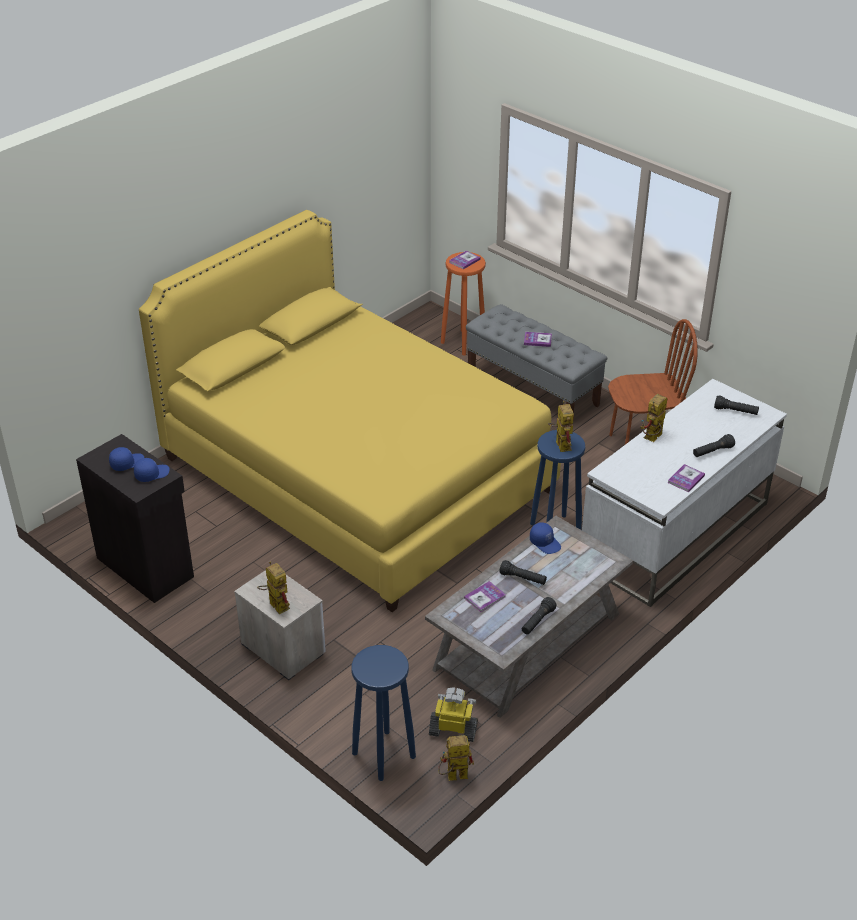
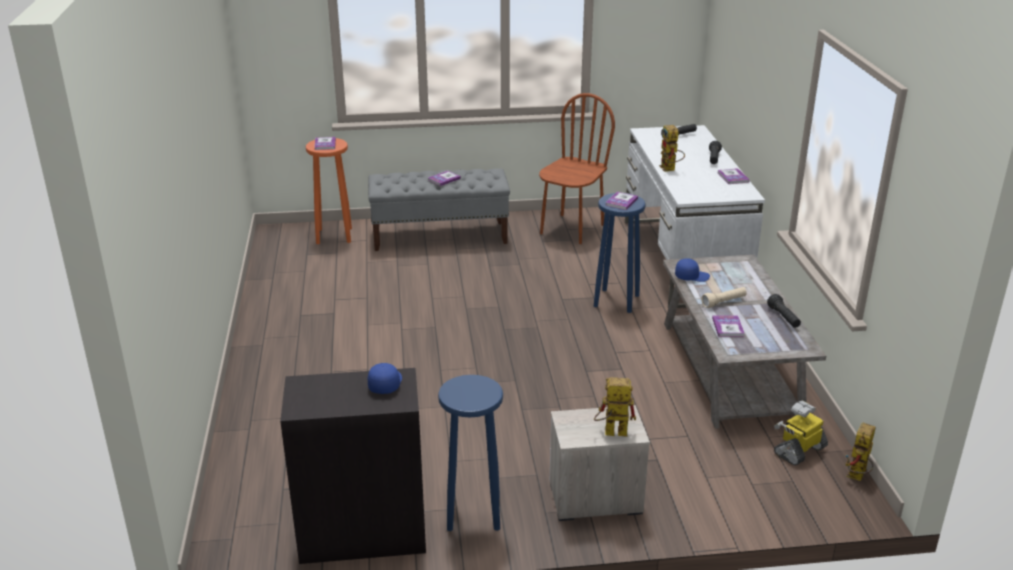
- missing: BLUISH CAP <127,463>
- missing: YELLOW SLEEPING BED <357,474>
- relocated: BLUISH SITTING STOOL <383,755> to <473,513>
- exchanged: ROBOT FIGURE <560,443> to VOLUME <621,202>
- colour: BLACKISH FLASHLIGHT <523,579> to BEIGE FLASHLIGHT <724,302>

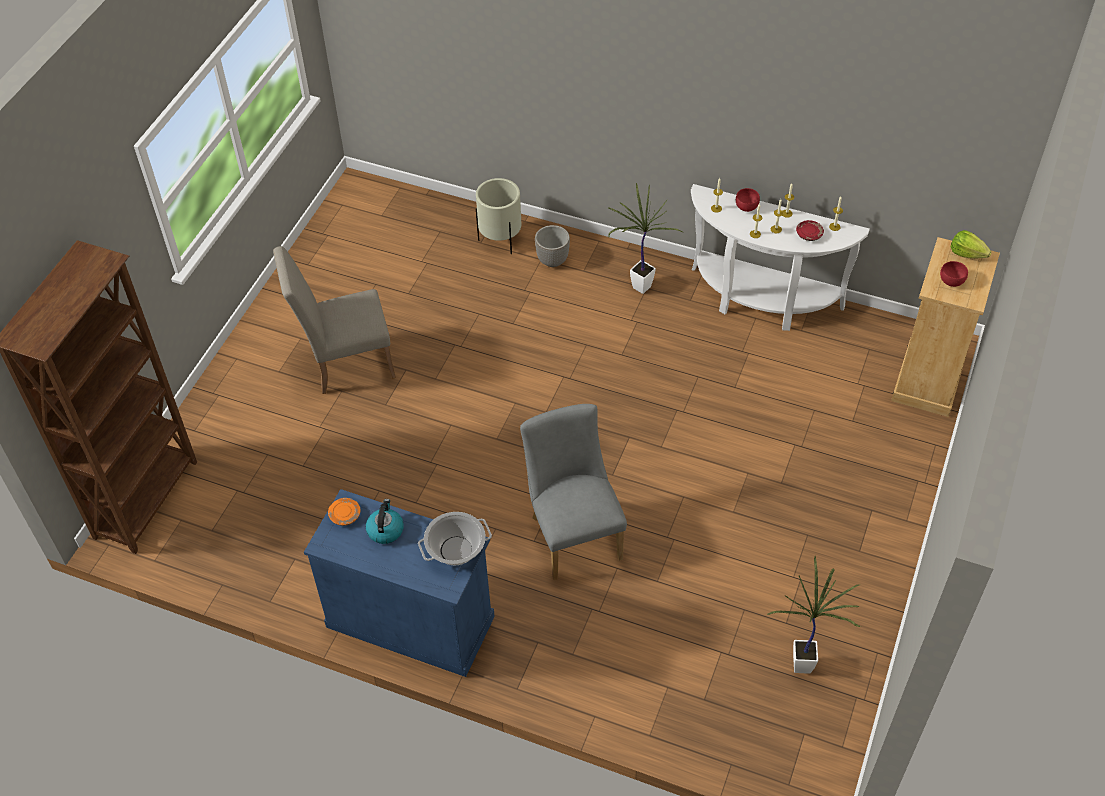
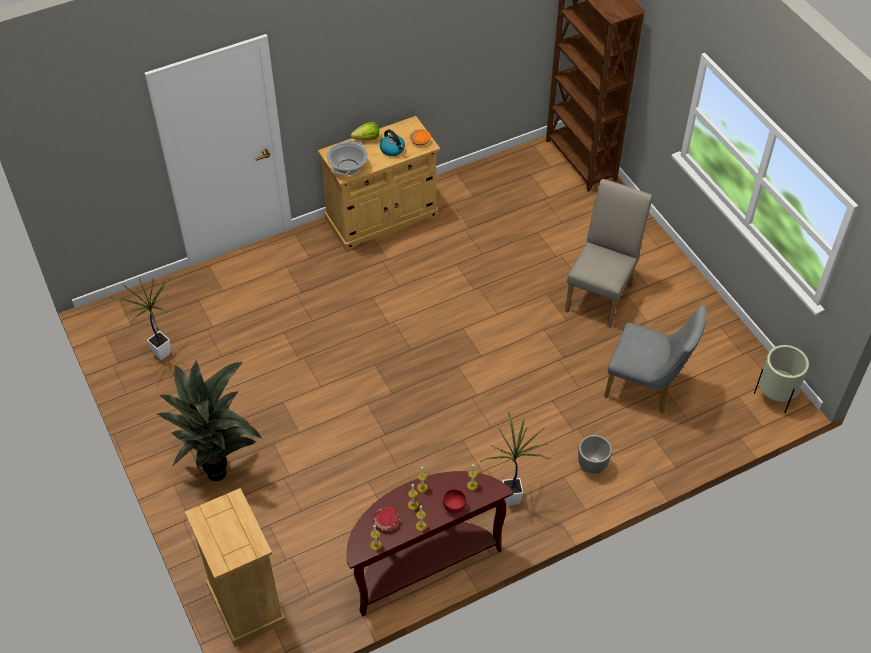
- missing: RED-COLOURED DEEP DISH <951,280>
- appeared: PLANT IN A POT <220,470>
- relocated: BEIGE PLANTER <500,240> to <775,397>
- relocated: GREYISH PLAIN CHAIR <573,532> to <647,387>
- relocated: LETTUCE <967,253> to <367,138>
- colour: BLUISH CABINET <410,621> to BEIGE CABINET <382,217>
- colour: WHITE NARROW TABLE <761,301> to BROWNISH NARROW TABLE <422,564>

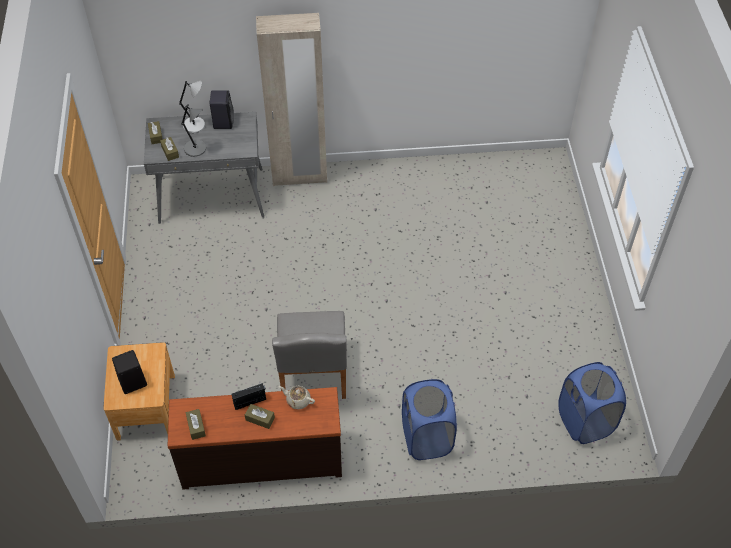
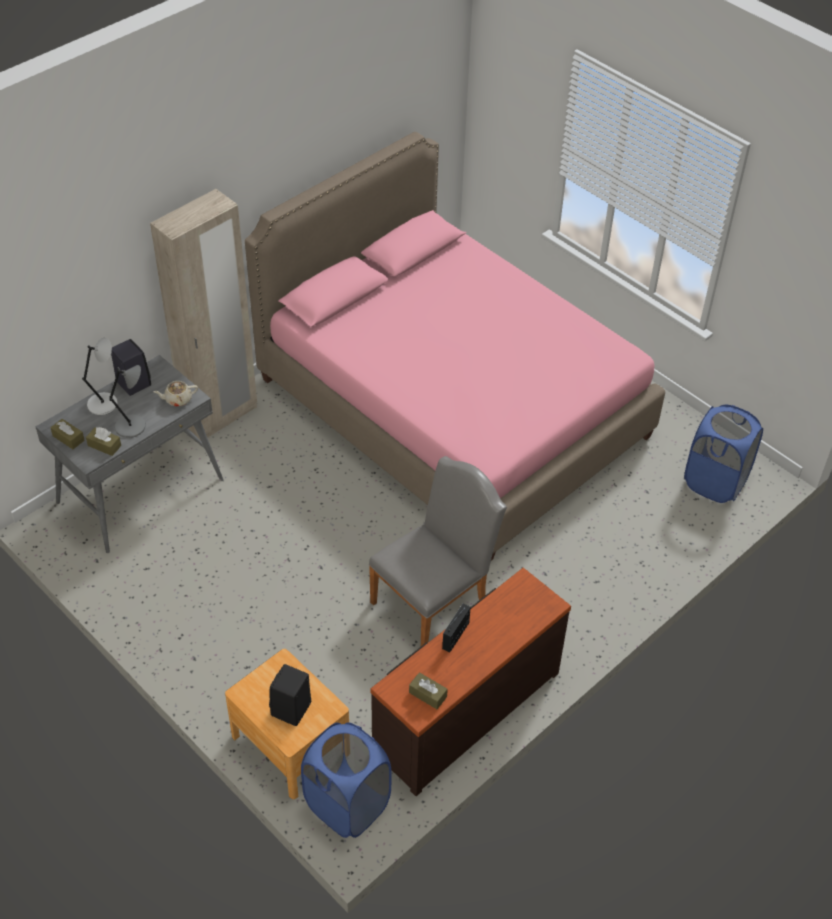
- missing: BROWNISH BOX OF TISSUES <260,419>
- appeared: PINKISH SLEEPING BED <453,408>
- relocated: BEIGE POT FOR TEA <298,400> to <177,399>
- relocated: BLUISH WASHING BASKET <426,438> to <347,805>
- spun: GREYISH PLAIN CHAIR <313,376> = <435,600> 90 degrees counterclockwise

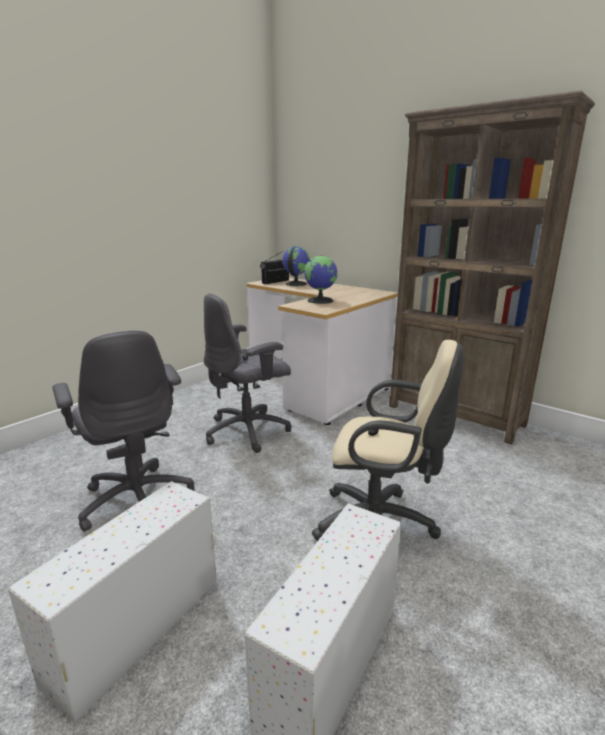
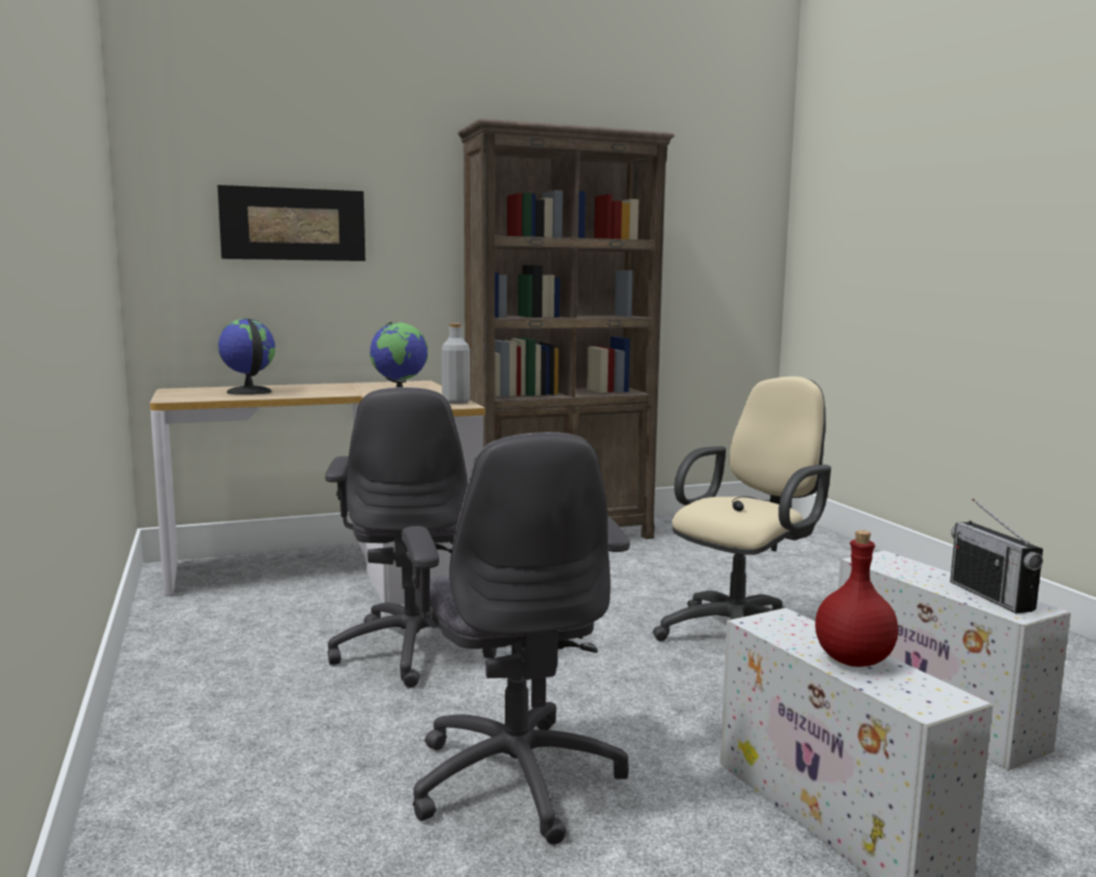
- appeared: WALL PICTURE <293,224>
- appeared: GREYISH BEVERAGE BOTTLE <456,402>
- appeared: RED-COLOURED BEVERAGE BOTTLE <852,660>
- relocated: RADIO <275,282> to <991,596>
- spun: GREYISH OFFICE CHAIR <137,499> = <516,777> 75 degrees clockwise

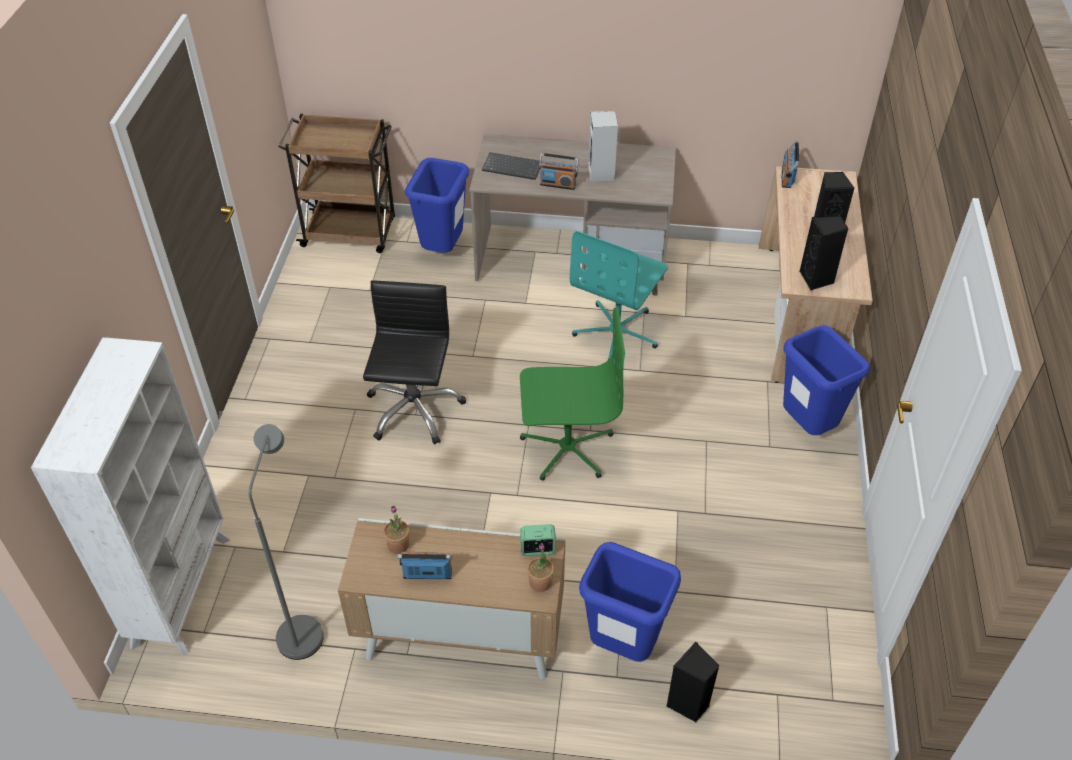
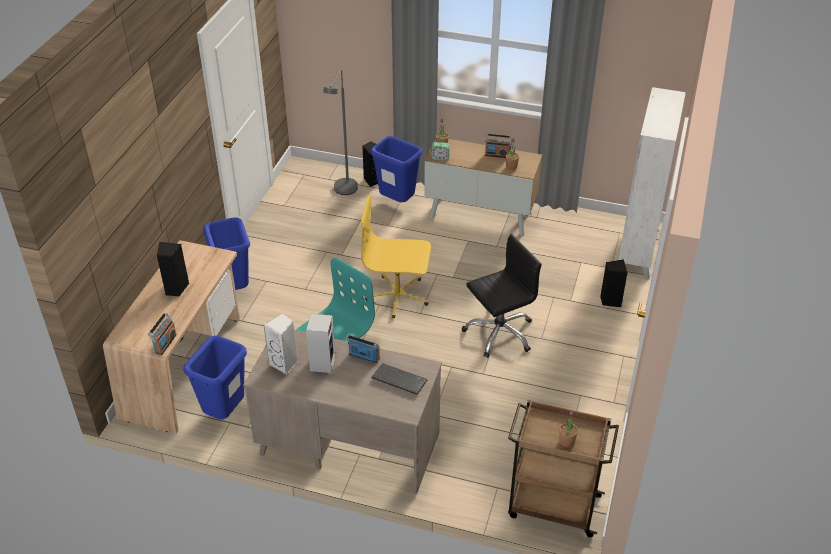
- appeared: WHITE AUDIO SPEAKER <285,363>
- appeared: PLANT IN A POT <566,441>
- relocated: GREYISH STANDING LAMP <303,627> to <343,192>
- relocated: BLUISH TRASH CAN <442,251> to <225,412>
- relocated: BLACKISH AUDIO SPEAKER <817,279> to <610,300>
- colour: GREENISH OFFICE CHAIR <567,447> to YELLOW OFFICE CHAIR <398,296>
- spun: BLACKISH OFFICE CHAIR <413,409> = <499,333> 135 degrees counterclockwise

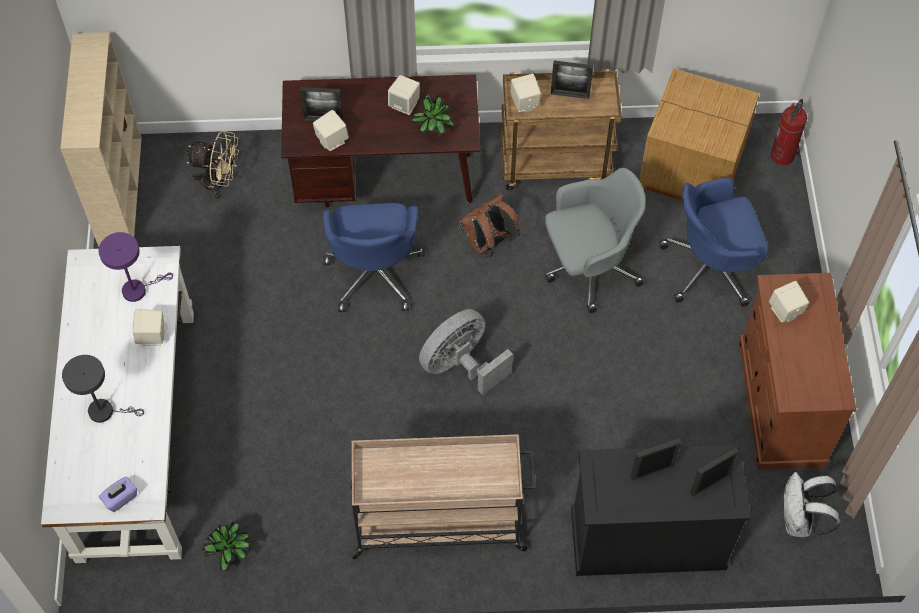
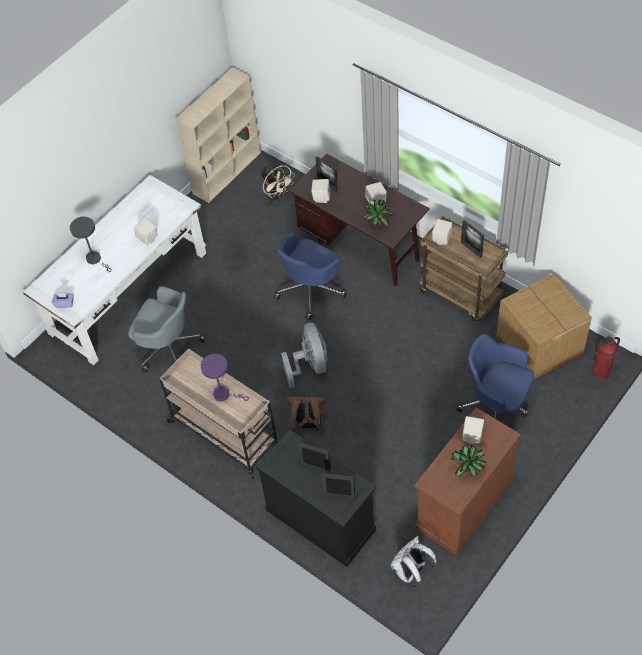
- relocated: PURPLE TABLE LAMP <138,289> to <224,395>
- relocated: PLANT IN A POT <231,555> to <468,471>
- relocated: BROWNISH RUCKSACK <488,244> to <308,424>
- relocated: GREYISH OFFICE CHAIR <588,267> to <168,347>
- spun: GREYISH COOLING FAN <461,365> = <310,365> 75 degrees clockwise

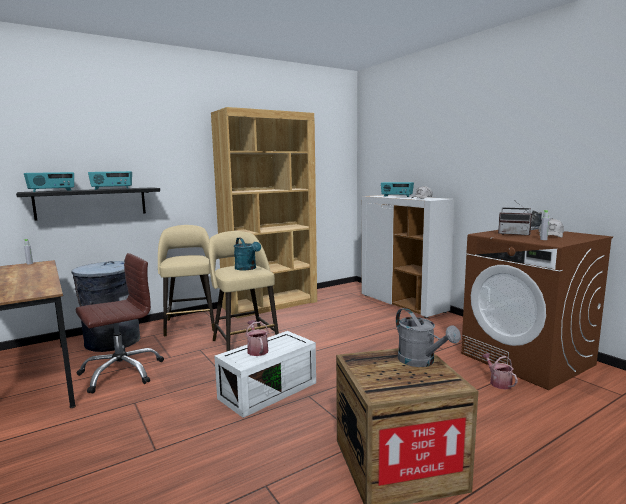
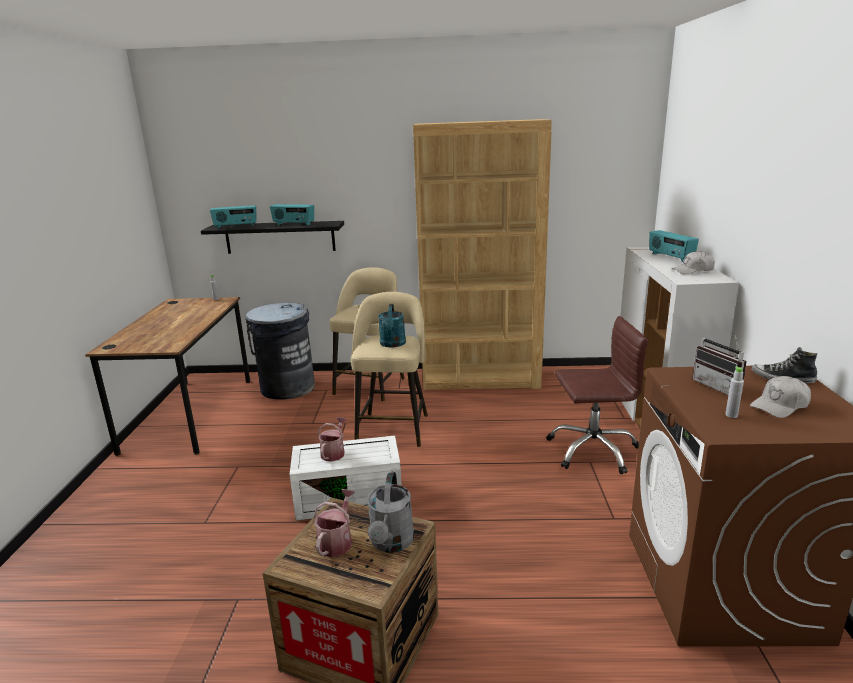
- relocated: BROWNISH OFFICE CHAIR <121,372> to <592,450>
- relocated: WATERING POT <498,382> to <337,541>

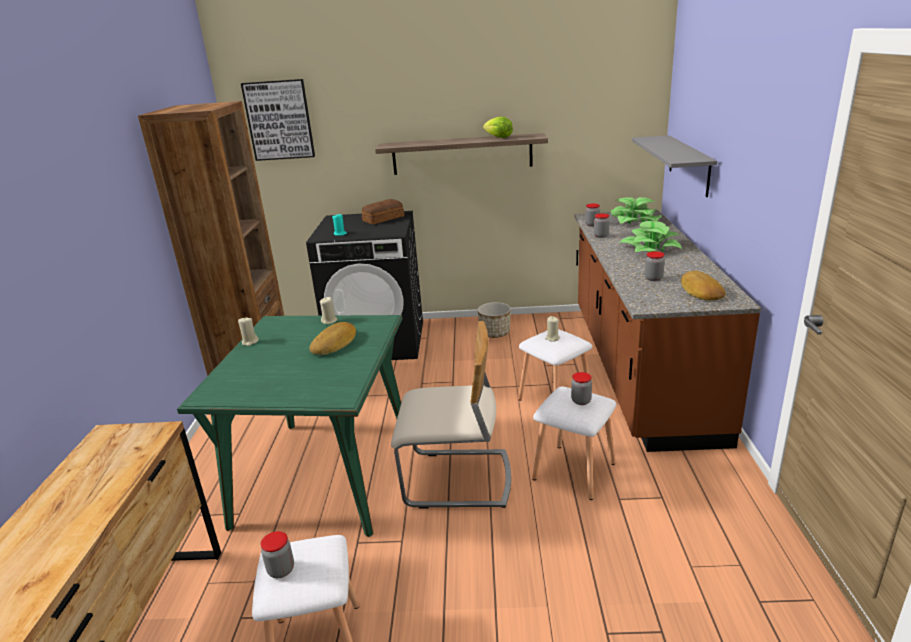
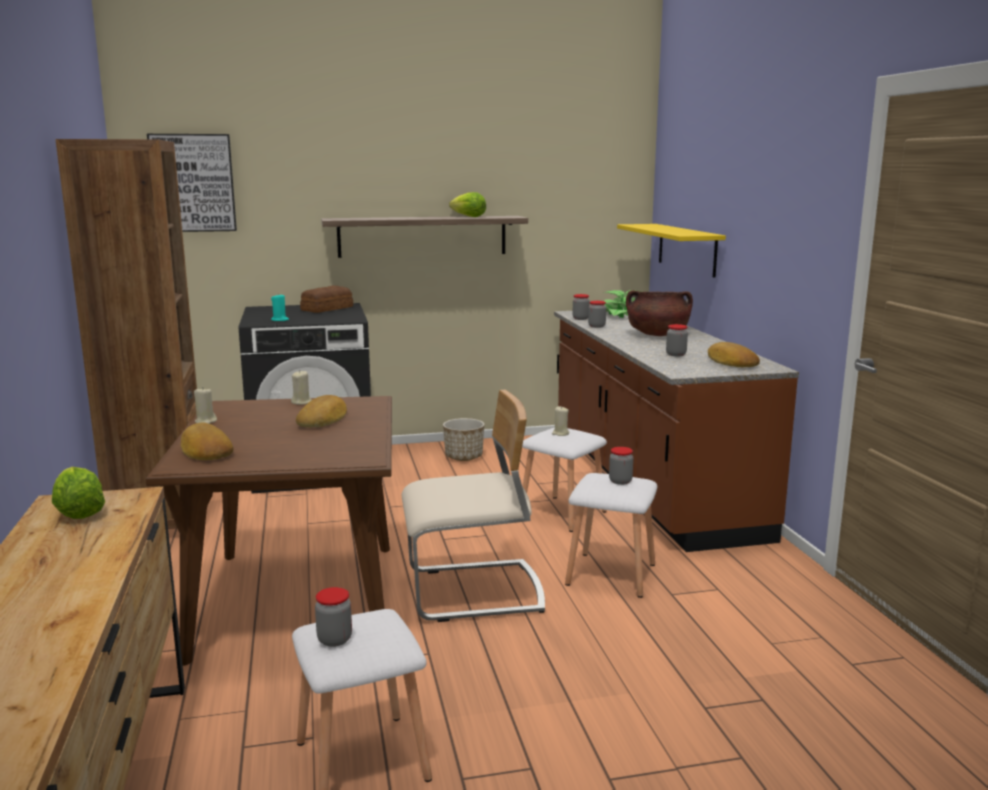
- appeared: LETTUCE <79,513>
- appeared: BREAD <205,450>
- exchanged: PLANT IN A POT <650,248> to BROWNISH SAUCEPOT <657,335>
- colour: GREENISH DINNER TABLE <325,474> to BROWNISH DINNER TABLE <298,600>
- colour: GREYISH BRACKET SHELF <689,165> to YELLOW BRACKET SHELF <686,249>

